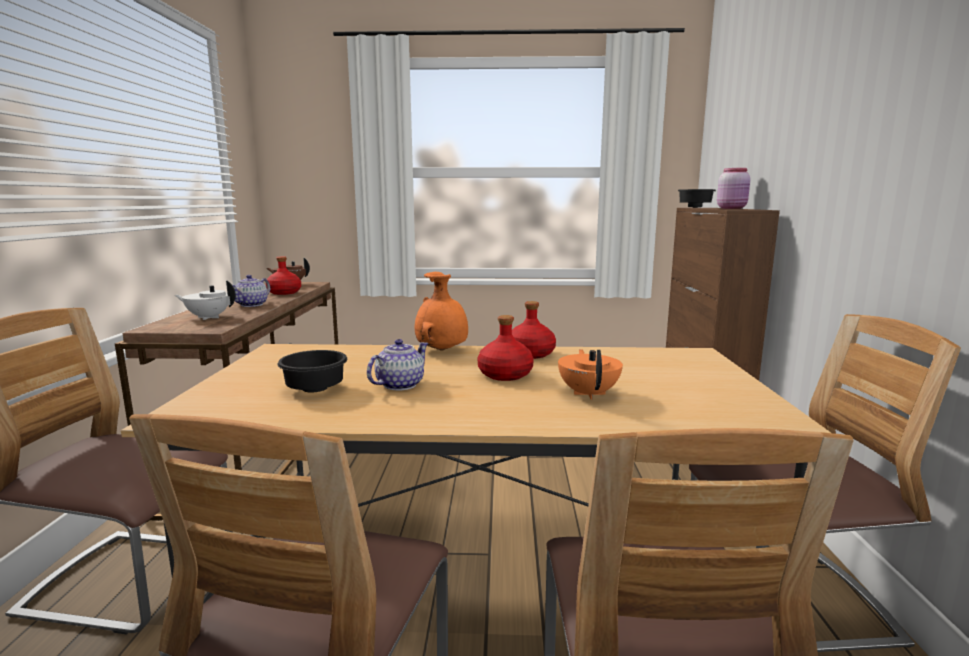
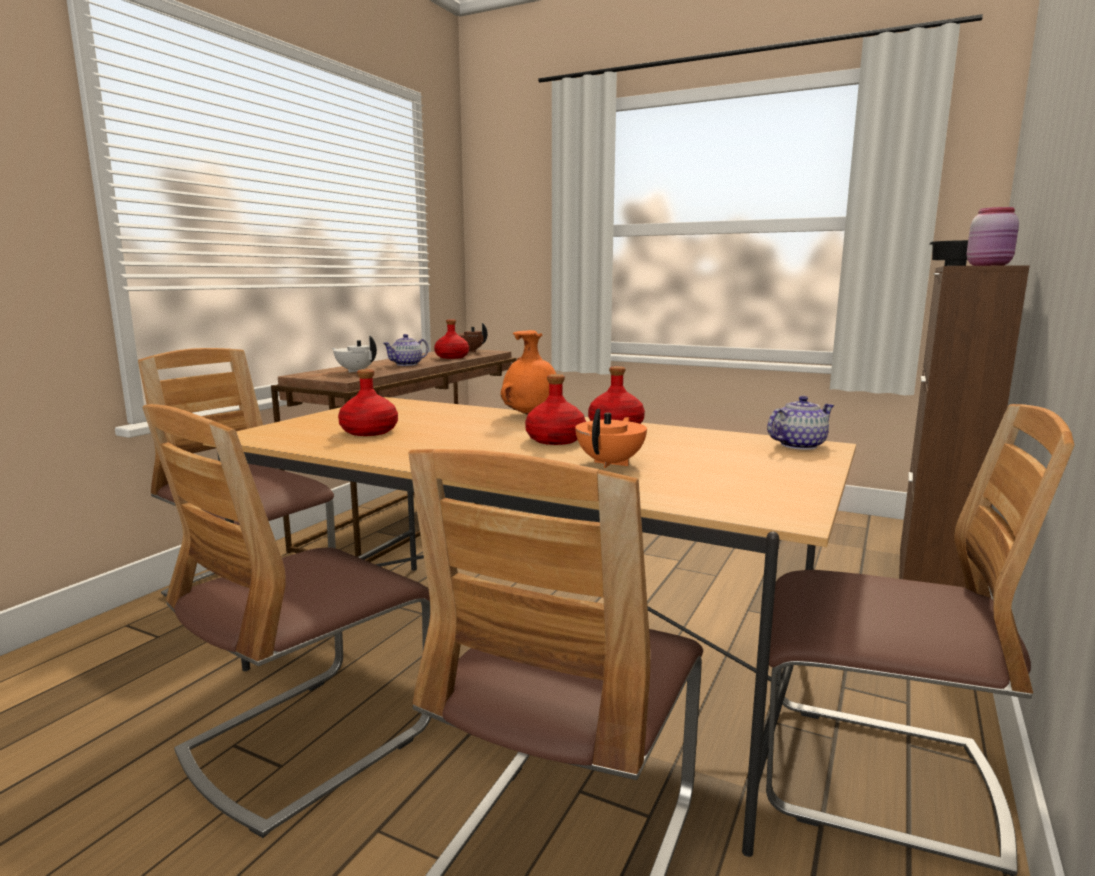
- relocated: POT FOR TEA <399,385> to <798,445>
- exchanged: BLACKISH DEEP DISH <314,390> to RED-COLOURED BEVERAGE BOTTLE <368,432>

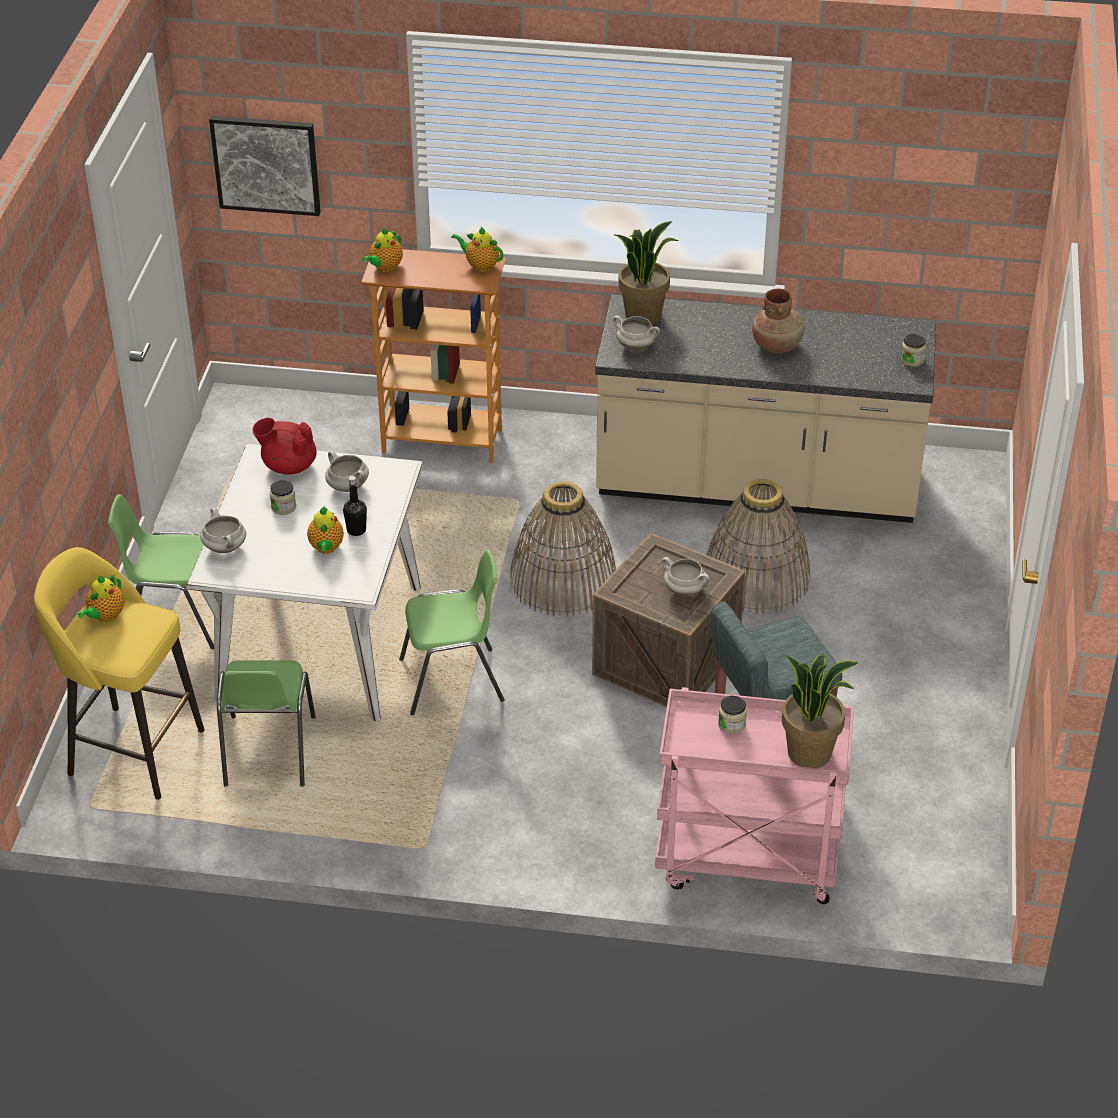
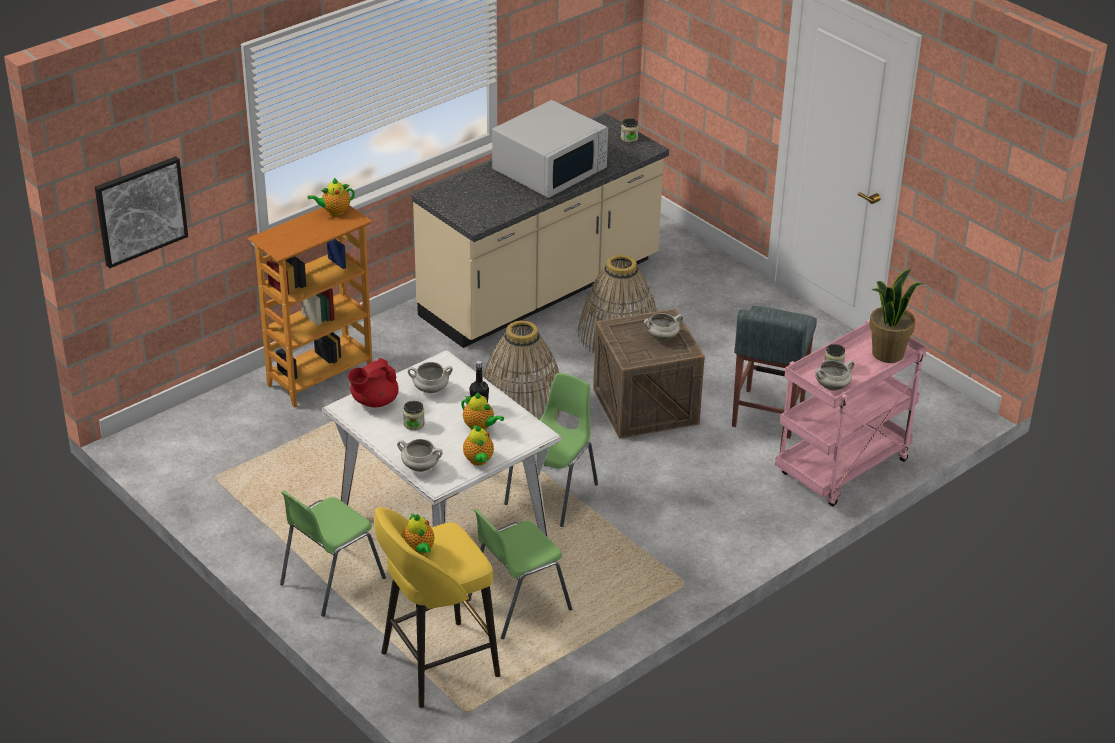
- missing: PLANT IN A POT <643,315>
- relocated: POT FOR TEA <385,267> to <479,461>
- relocated: WHITE SAUCEPOT <636,346> to <832,386>
- exchanged: BROWNISH FLOWER VASE <777,345> to WHITE KITCHEN MICROWAVE <550,169>
- spun: GREENISH PLAIN CHAIR <268,752> = <517,605> 105 degrees clockwise

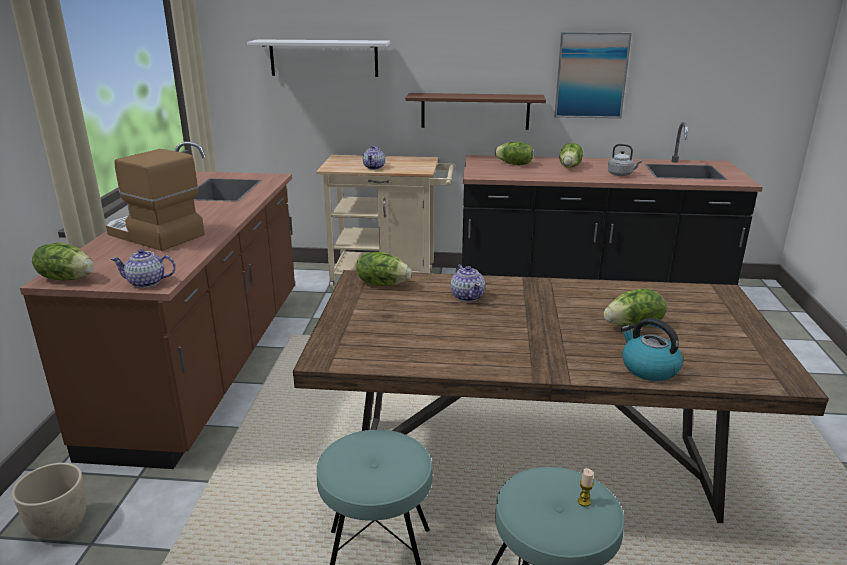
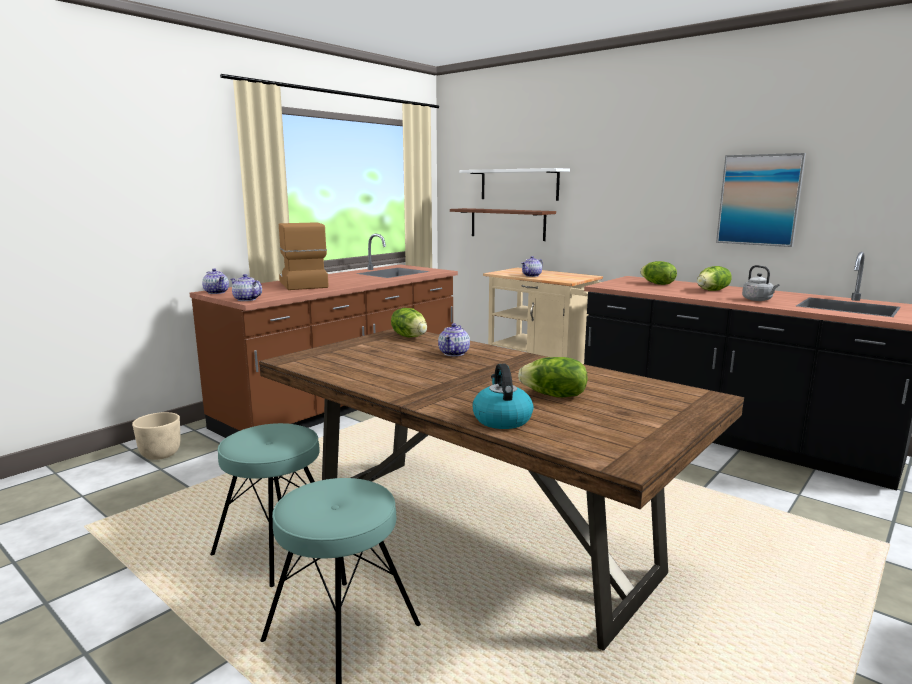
- missing: WAX CANDLE <584,502>
- relocated: BROWNISH BRACKET SHELF <475,111> to <507,224>
- exchanged: LETTUCE <67,278> to POT FOR TEA <217,292>

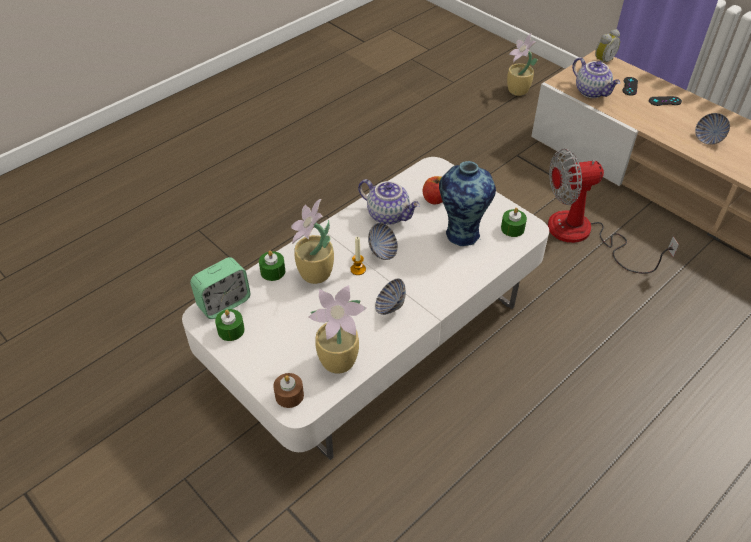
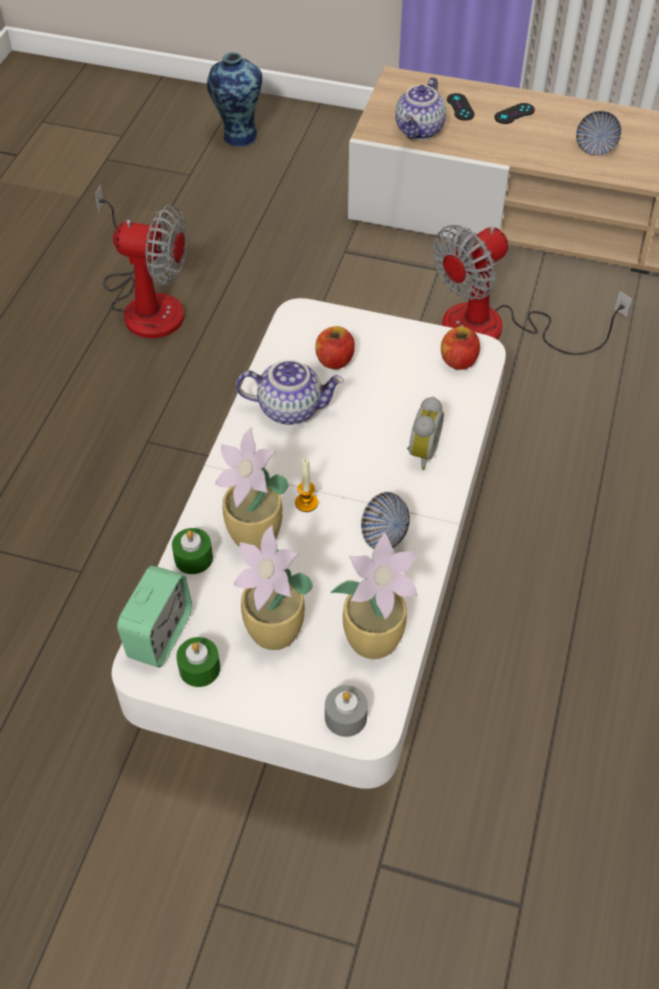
- missing: DEEP DISH <382,252>
- appeared: COOLING FAN <146,302>
- relocated: FLOWER VASE <461,233> to <238,135>
- relocated: PLANT IN A POT <517,91> to <275,633>
- relocated: ALARM CLOCK <602,61> to <421,452>
- exchanged: GREENISH WAX CANDLE <512,228> to APPLE FRUIT <458,361>
- colour: BROWNISH WAX CANDLE <289,395> to GREYISH WAX CANDLE <345,717>
- spun: POT FOR TEA <592,91> = <420,130> 90 degrees clockwise

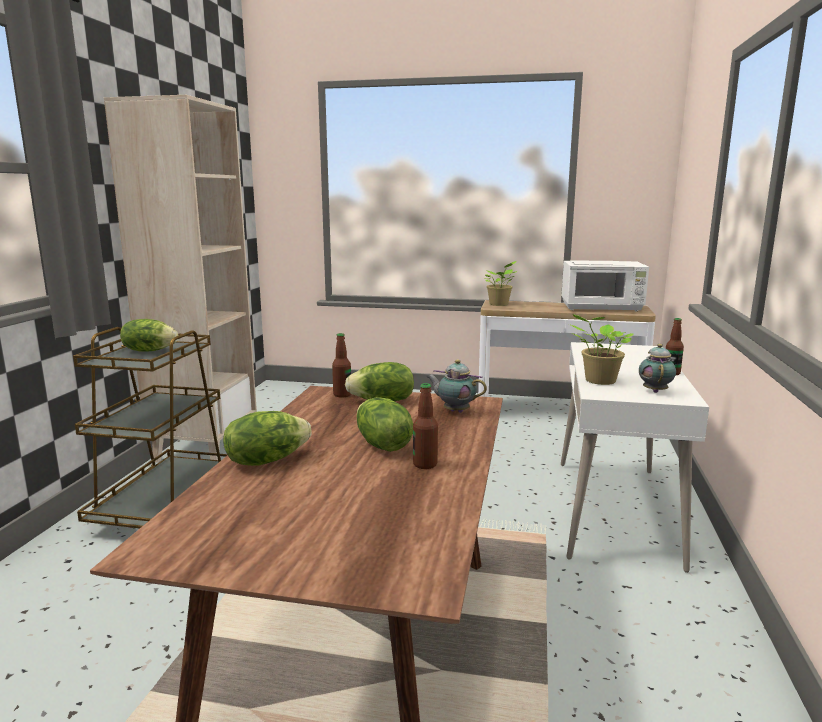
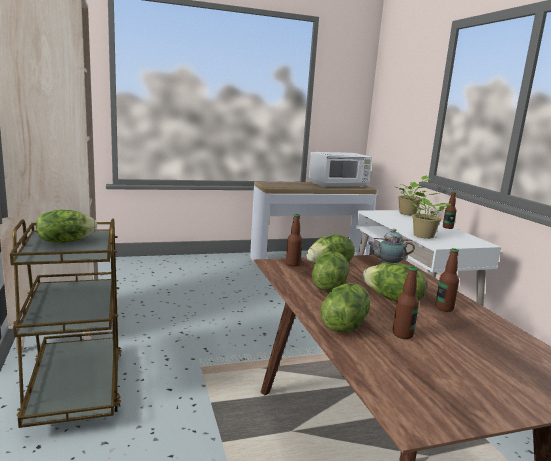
- missing: POT FOR TEA <655,391>
- appeared: LETTUCE <328,286>
- appeared: BEVERAGE BOTTLE <402,334>
- relocated: PLANT IN A POT <499,304> to <409,214>

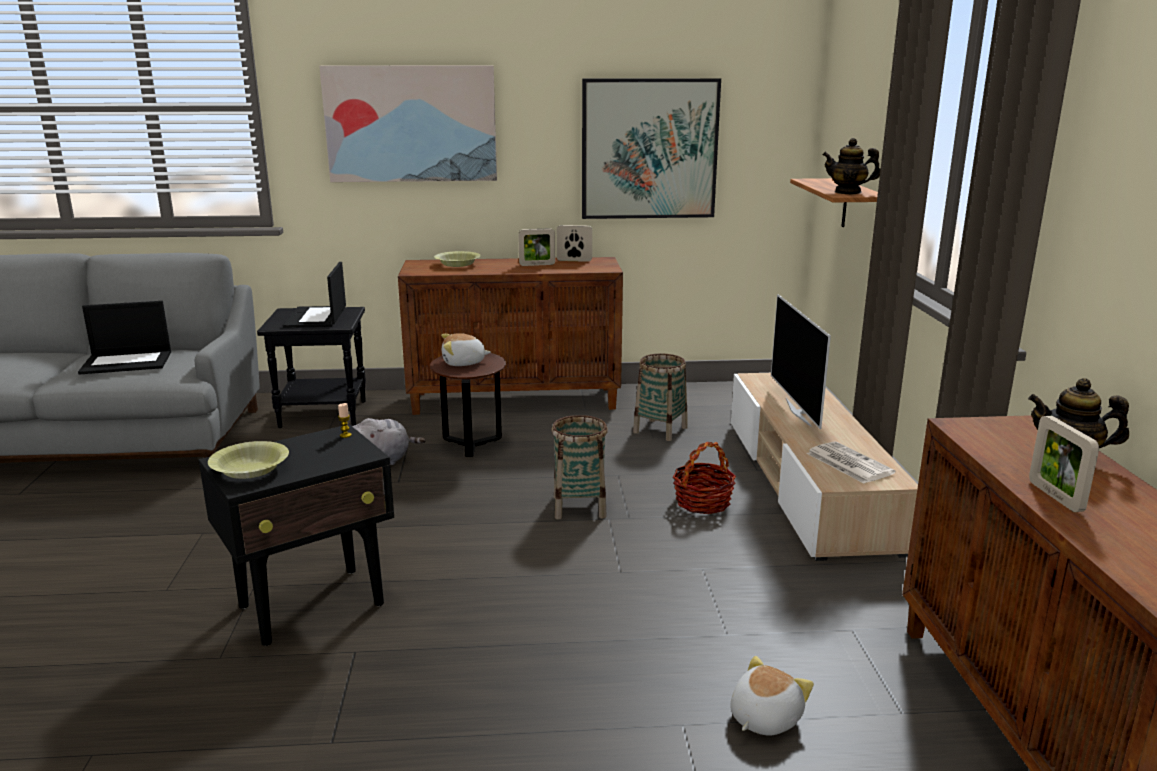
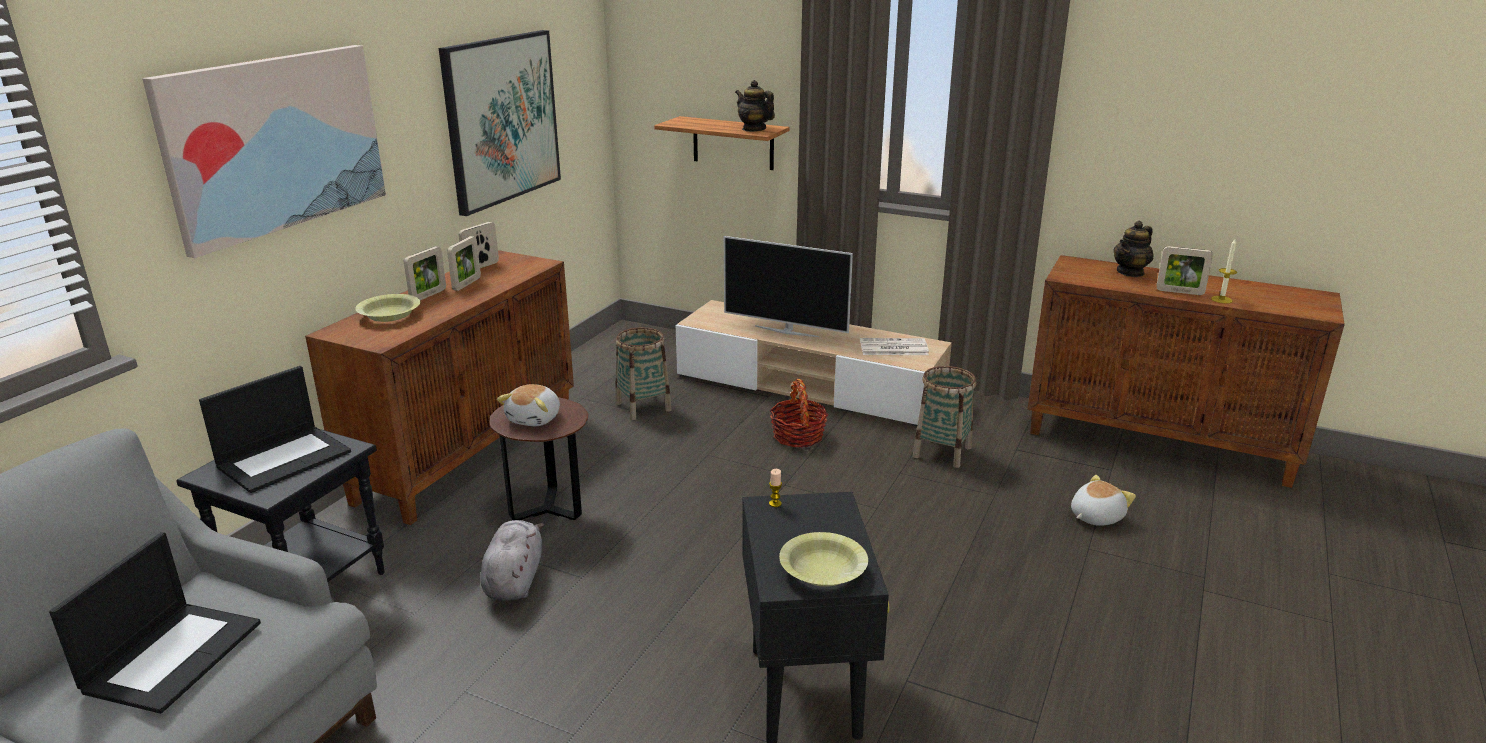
- appeared: STANDING FRAME <428,295>
- appeared: WAX CANDLE <1221,299>
- relocated: STORAGE BASKET <579,507> to <942,452>
- spun: LAPTOP <316,318> = <284,458> 75 degrees counterclockwise
- spun: SOFT TOY <763,718> = <1095,516> 75 degrees clockwise
- spun: POT FOR TEA <848,192> = <754,129> 90 degrees clockwise

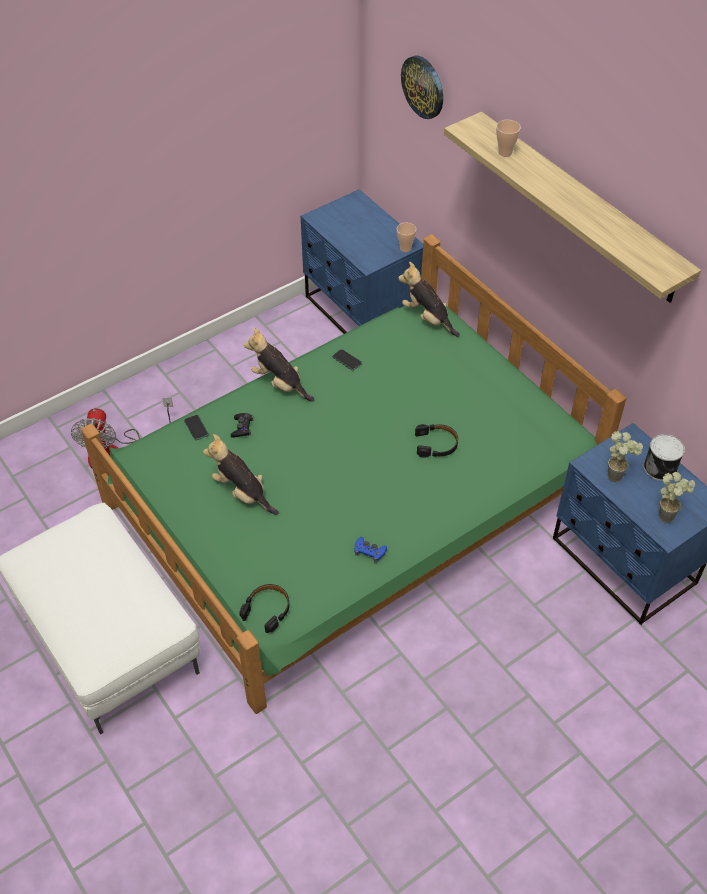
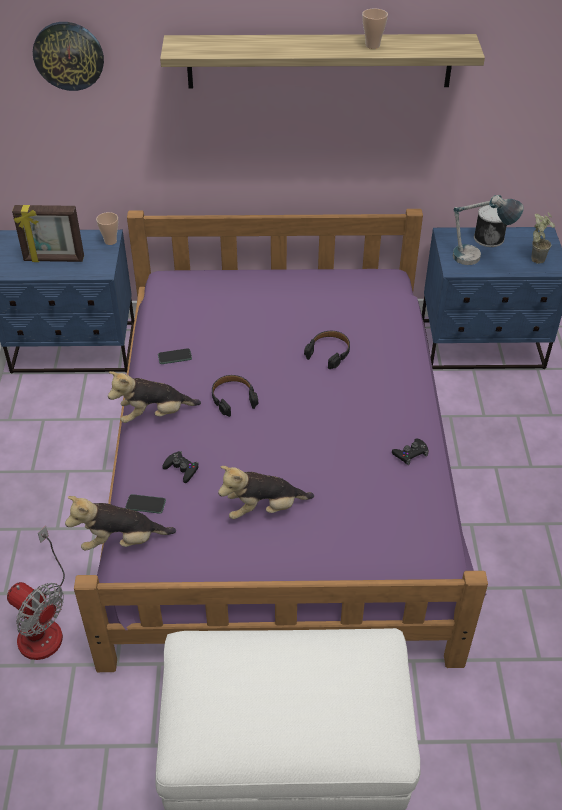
- appeared: STANDING FRAME <54,259>
- relocated: BLACKISH PAIR OF HEADPHONES <267,610> to <233,398>
- relocated: SOFT TOY <427,318> to <121,541>
- relocated: CUP <505,153> to <372,45>
- exchanged: PLANT IN A POT <618,474> to TABLE LAMP <478,260>
- colour: GREENISH SLEEPING BED <351,499> to PURPLE SLEEPING BED <279,469>
- colour: BLUISH GAME CONTROLLER <369,551> to BLACKISH GAME CONTROLLER <410,454>

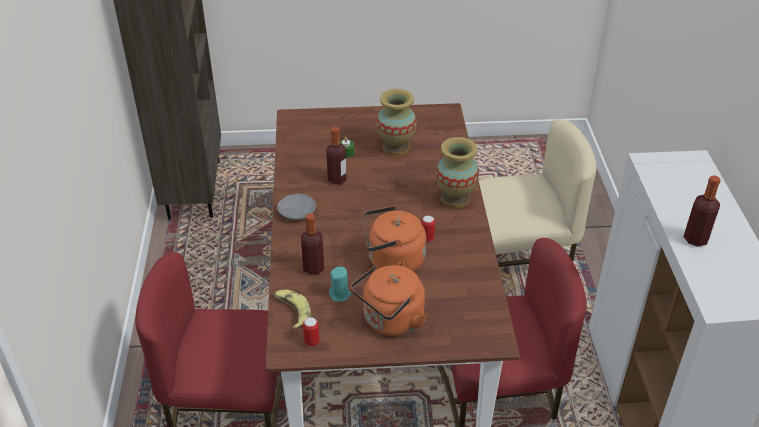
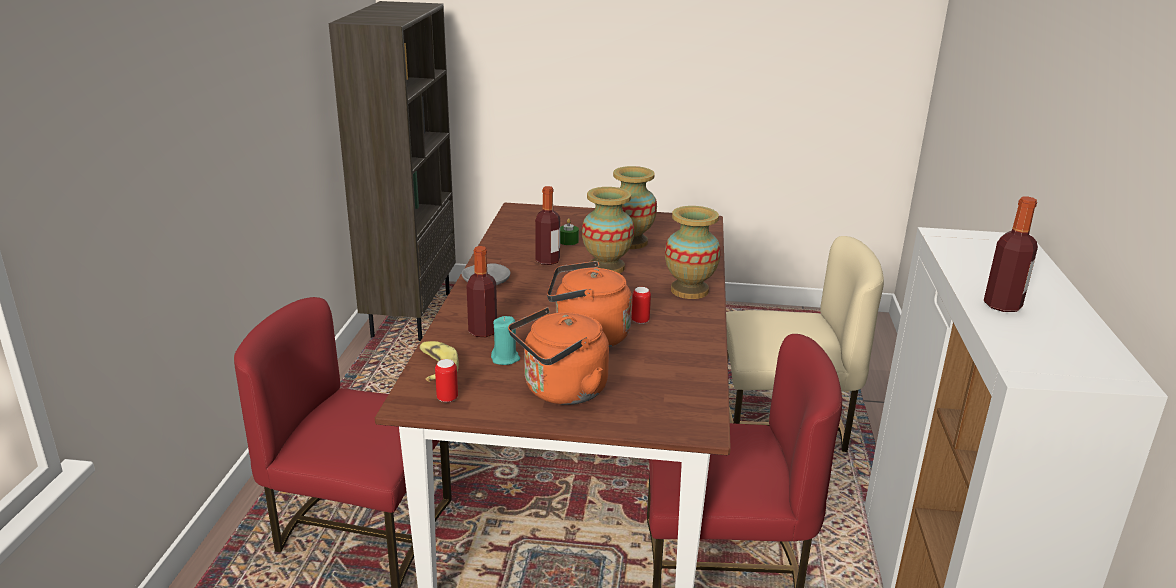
- appeared: FLOWER VASE <606,268>

